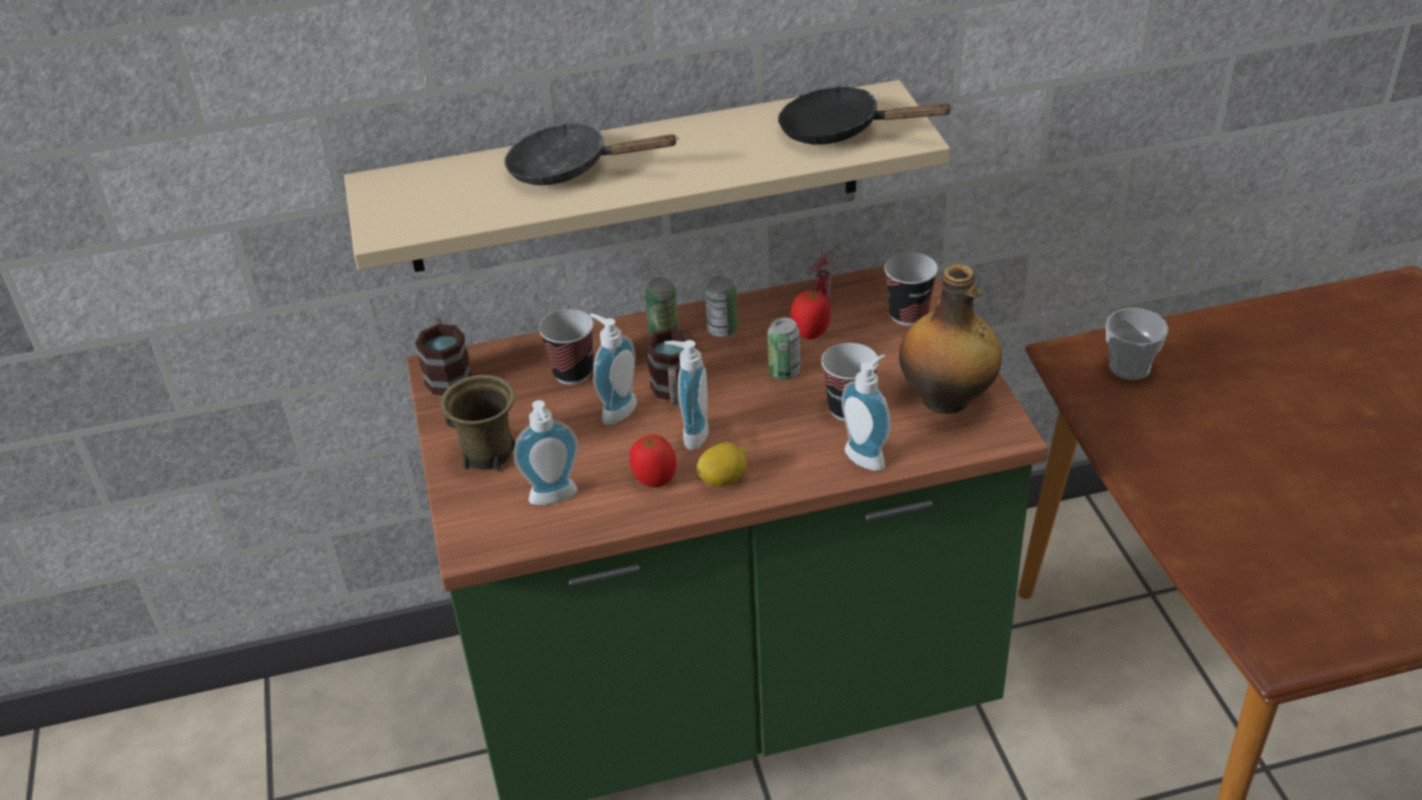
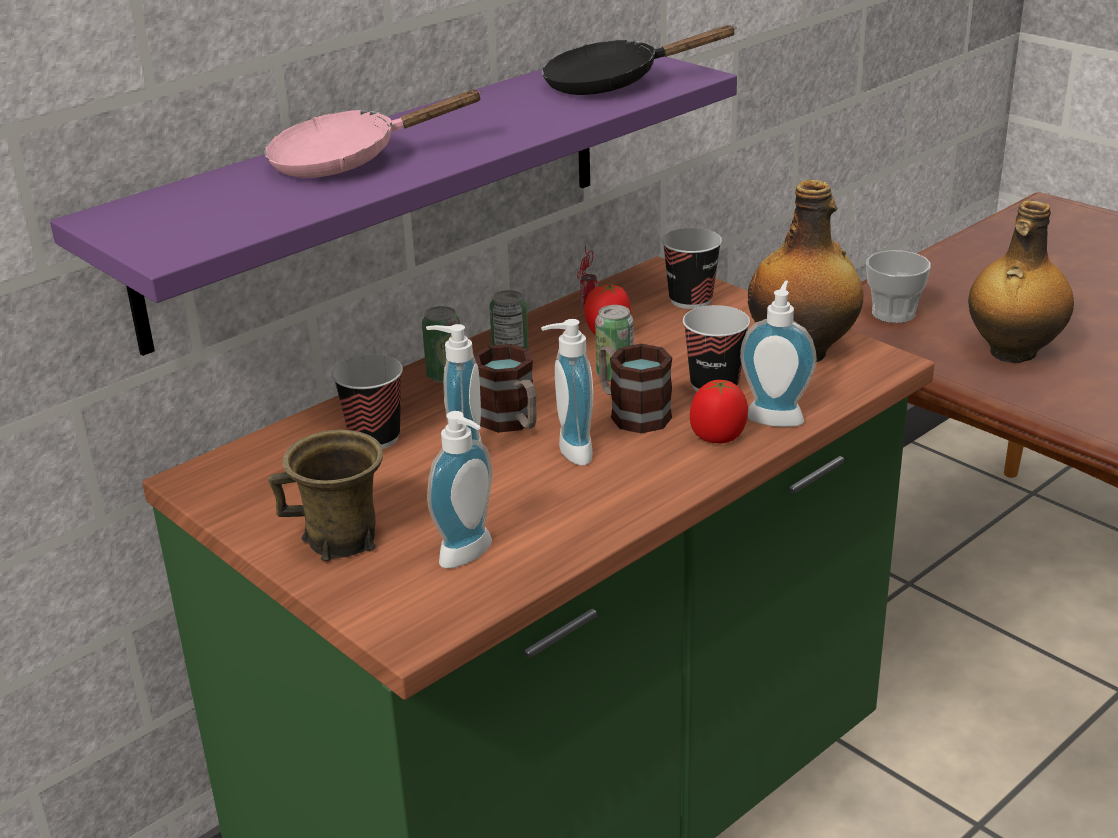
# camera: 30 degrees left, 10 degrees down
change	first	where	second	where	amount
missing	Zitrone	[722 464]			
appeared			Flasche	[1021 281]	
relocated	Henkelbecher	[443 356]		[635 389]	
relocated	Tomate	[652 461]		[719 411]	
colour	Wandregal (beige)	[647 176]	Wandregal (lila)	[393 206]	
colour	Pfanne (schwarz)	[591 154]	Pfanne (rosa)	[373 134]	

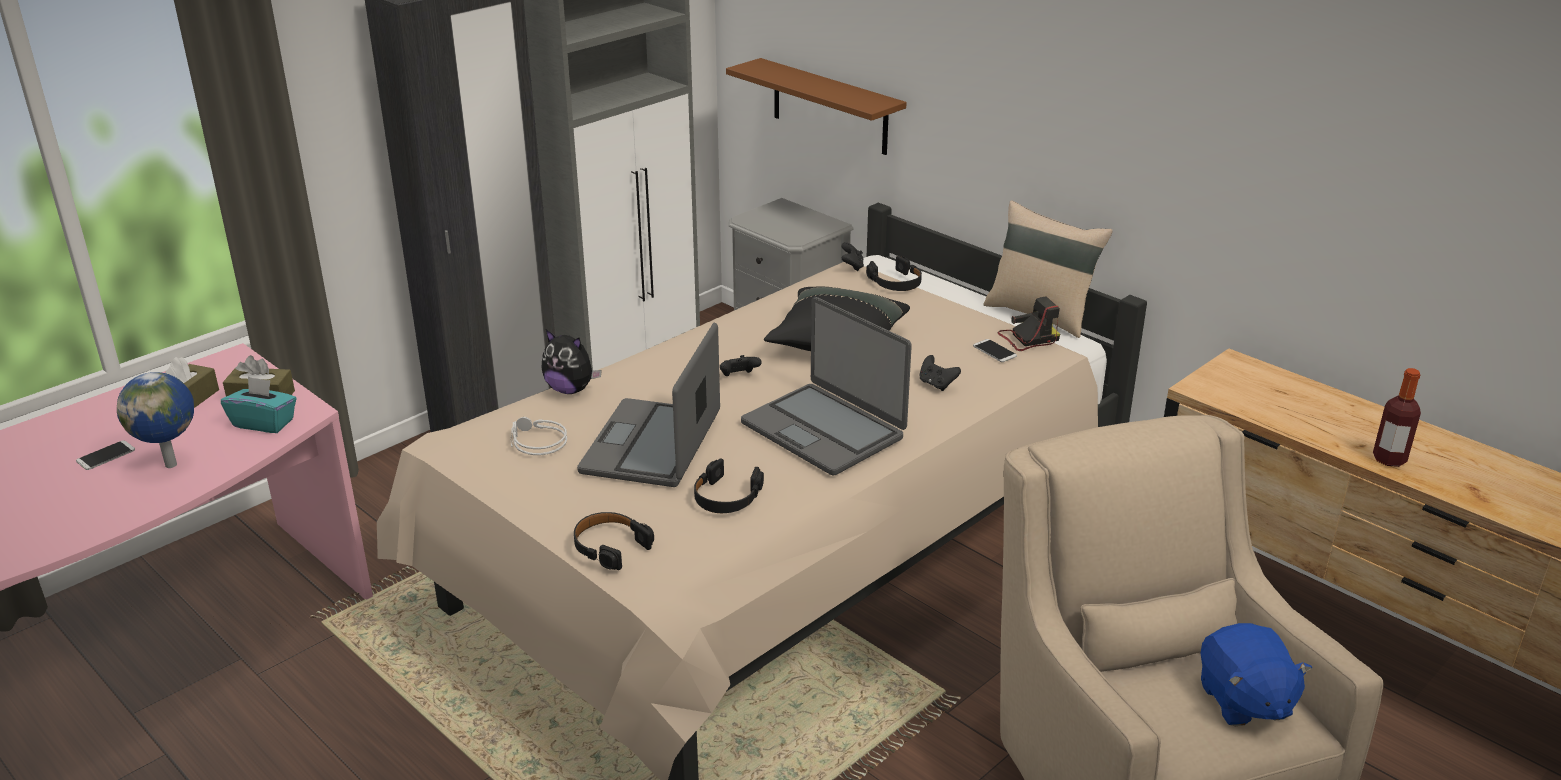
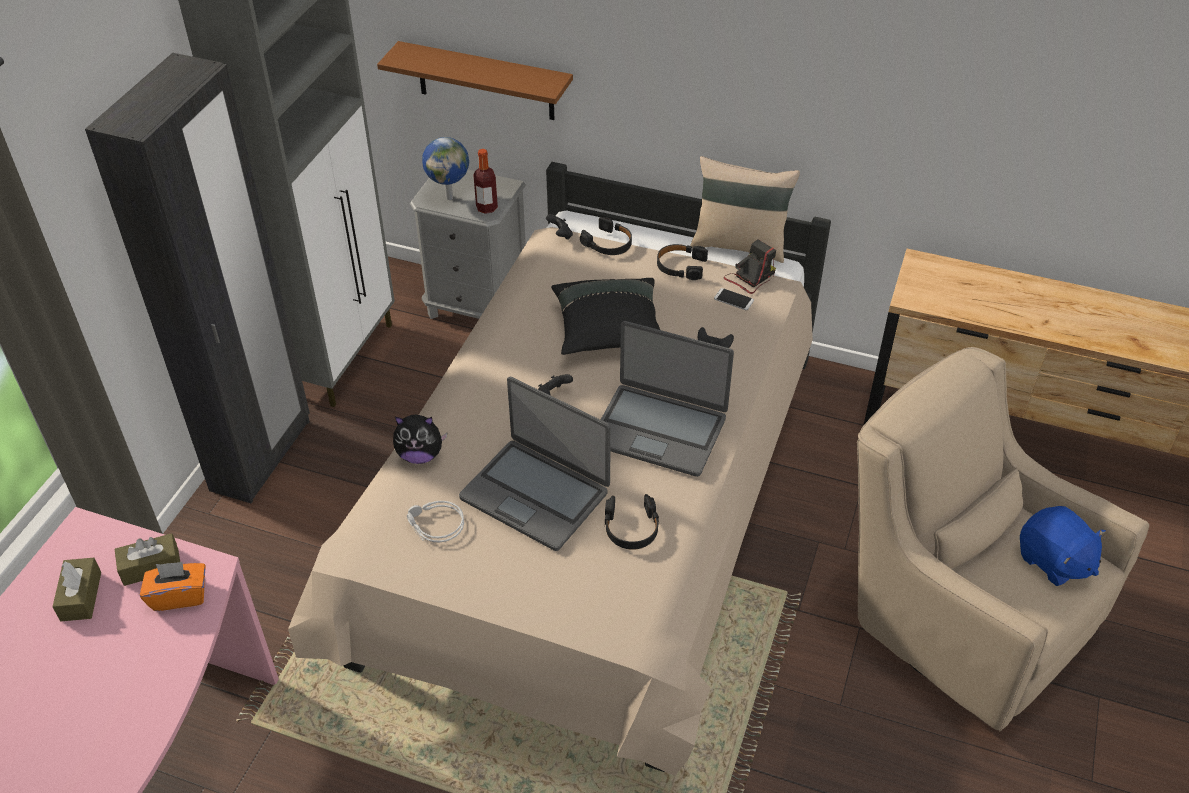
# camera: 25 degrees left, 15 degrees up
change	first	where	second	where	amount
missing	Handy	[105 455]			
relocated	Globus	[155 420]		[445 168]	
relocated	Kopfhörer (schwarz)	[614 541]		[682 262]	
relocated	Flasche	[1397 417]		[485 181]	
colour	Taschentuchbox (türkis)	[259 404]	Taschentuchbox (orange)	[173 586]	
spun	Laptop	[648 405]		[535 464]	45 degrees counterclockwise

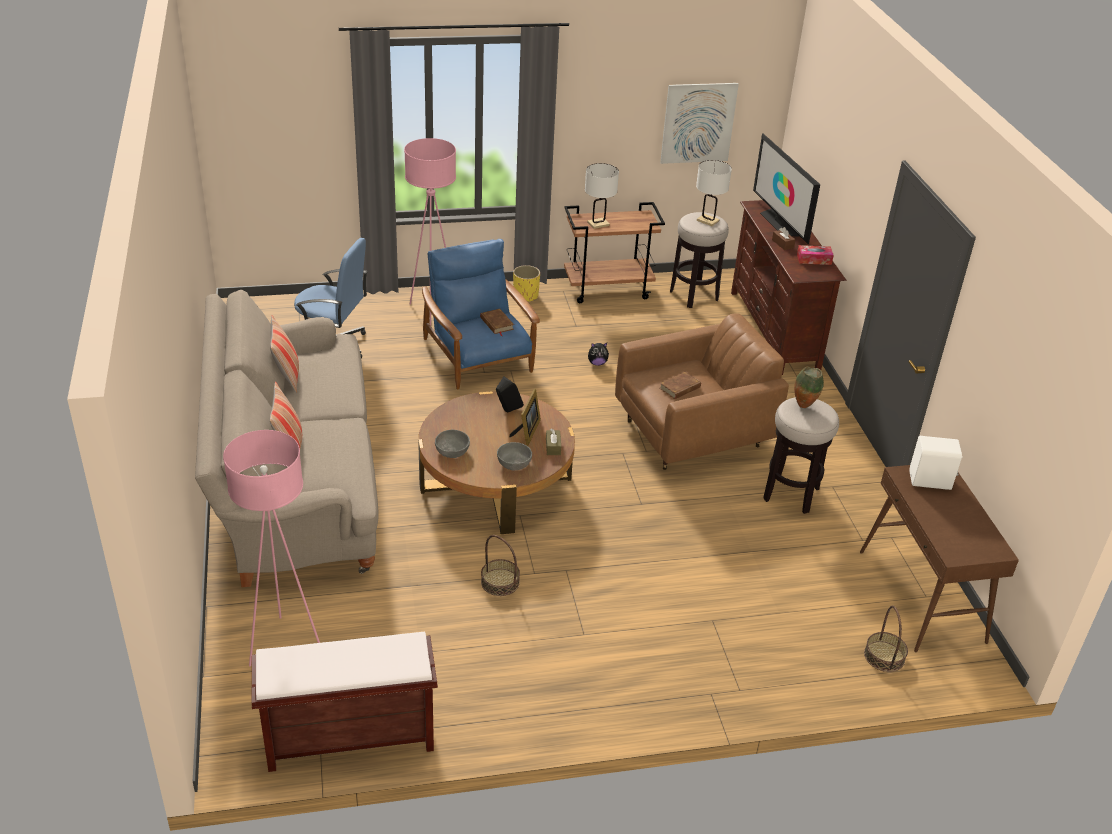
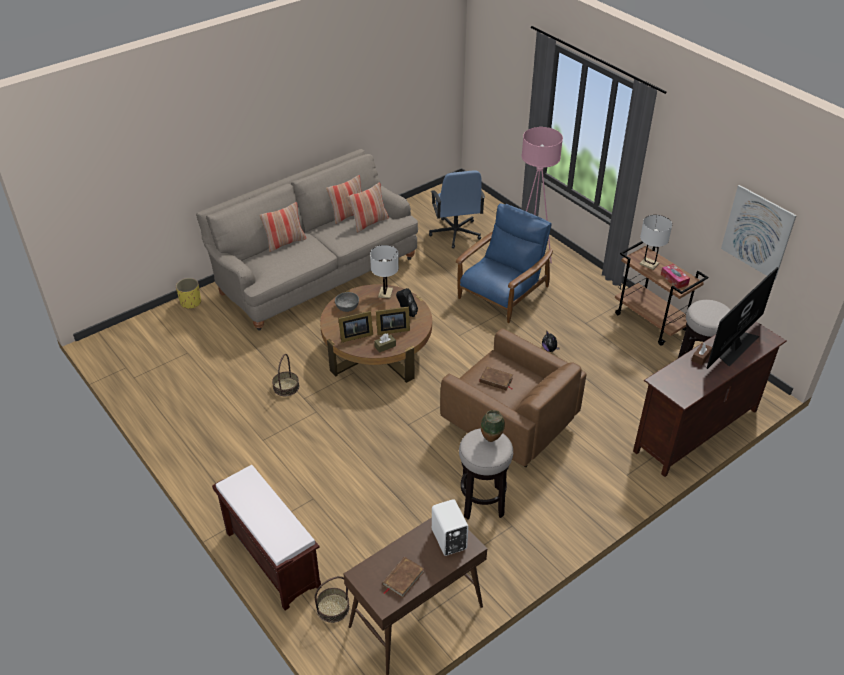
# camera: 65 degrees right, 5 degrees up
change	first	where	second	where	amount
missing	Stehlampe (rosa)	[271 548]			
appeared			Kissen	[368 208]	
relocated	Bank (braun)	[345 702]		[266 537]	
relocated	Buch (braun)	[497 322]		[403 577]	
relocated	Pflanzkübel (gelb)	[526 283]		[188 293]	
relocated	Tischlampe (weiß)	[714 193]		[384 272]	
relocated	Taschentuchbox	[815 255]		[675 276]	
exchanged	Schüssel (grau)	[514 456]	Bilderrahmen	[355 326]	

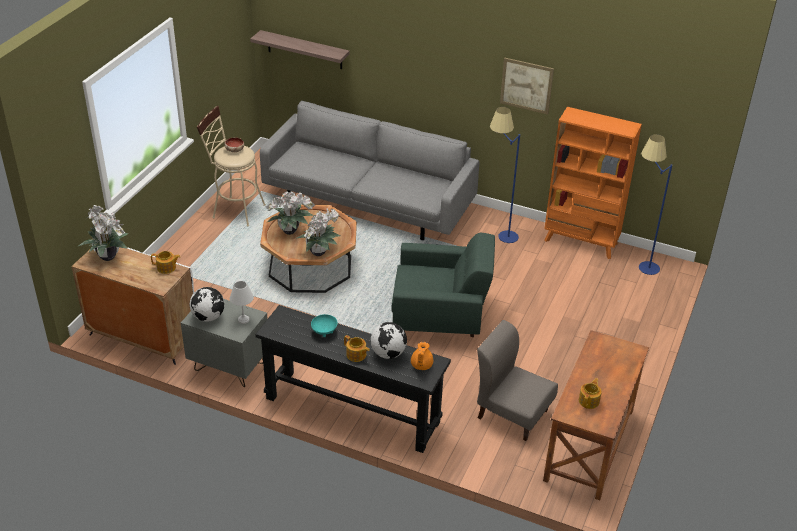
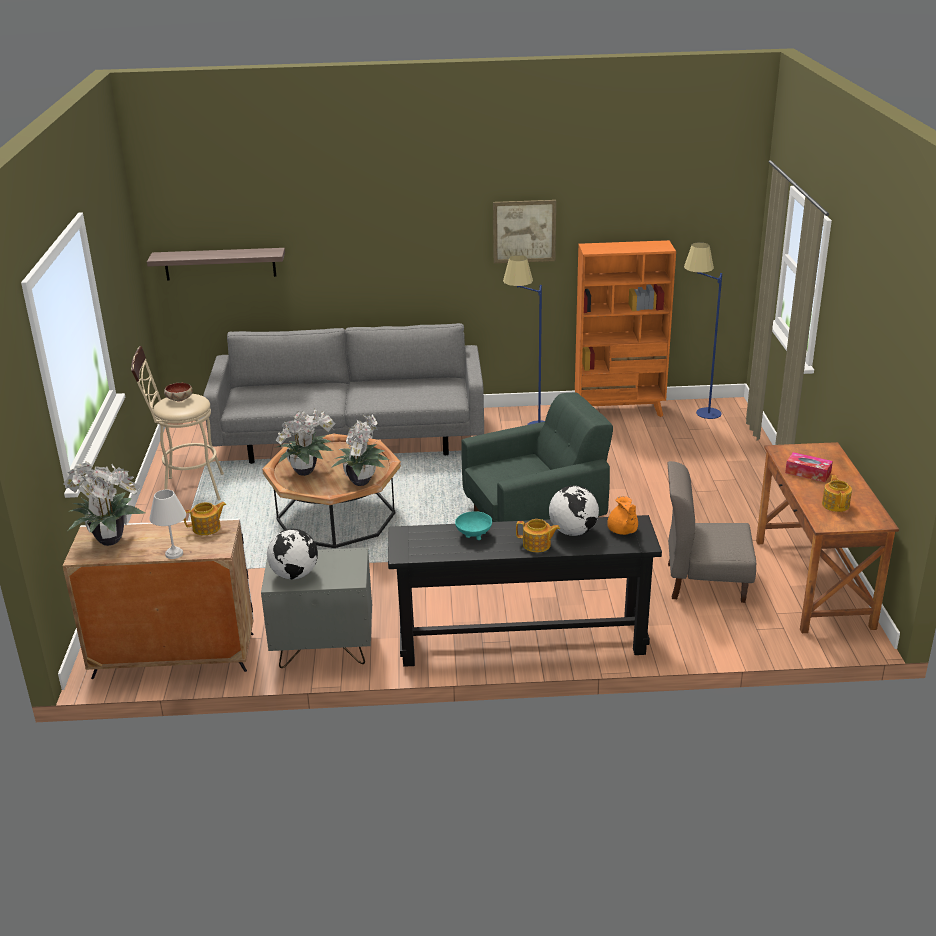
# camera: 25 degrees left, 10 degrees down
change	first	where	second	where	amount
appeared			Taschentuchbox	[809 467]	
relocated	Tischlampe (weiß)	[242 302]		[167 524]	

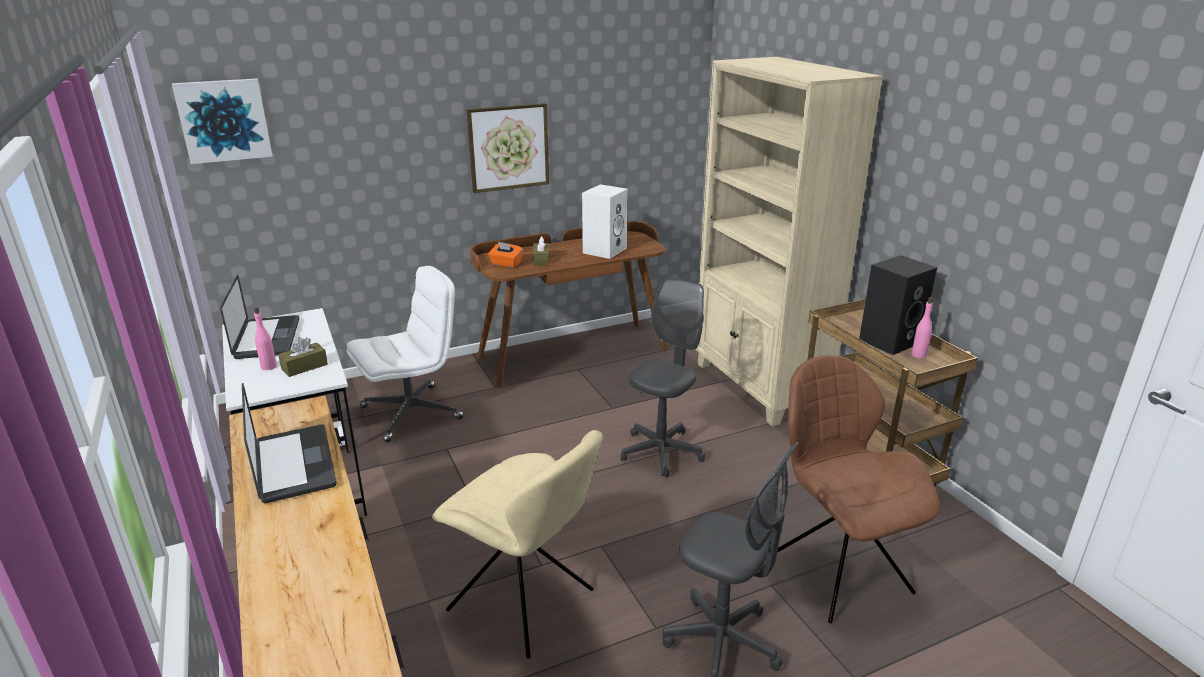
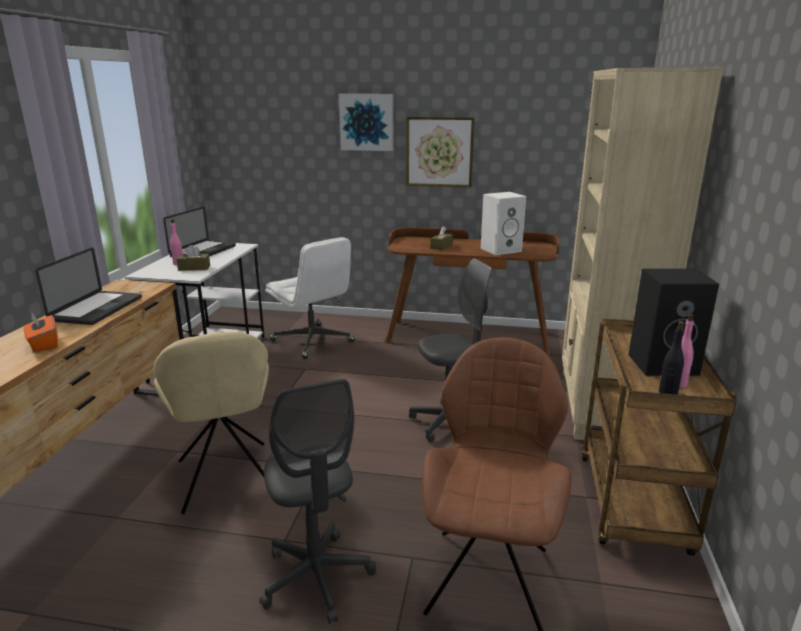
# camera: 35 degrees right, 5 degrees down
change	first	where	second	where	amount
appeared			Flasche (schwarz)	[671 358]	
relocated	Bild	[222 121]		[366 122]	
relocated	Taschentuchbox (orange)	[505 255]		[41 332]	
spun	Bürostuhl (weiß)	[405 354]		[310 298]	45 degrees clockwise

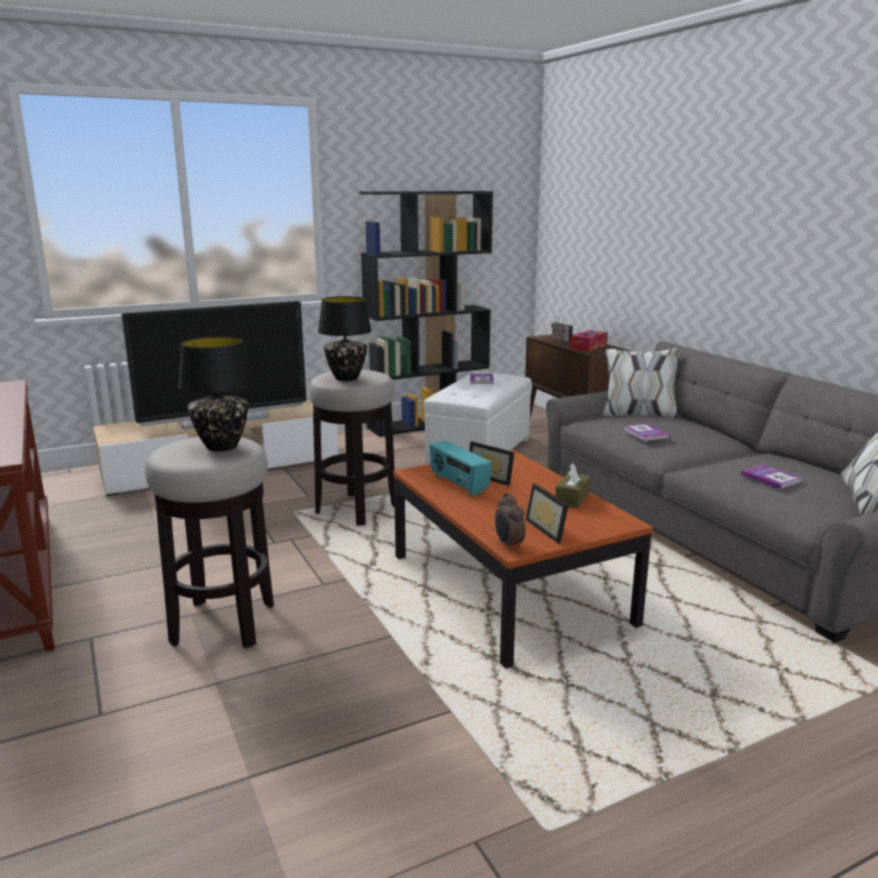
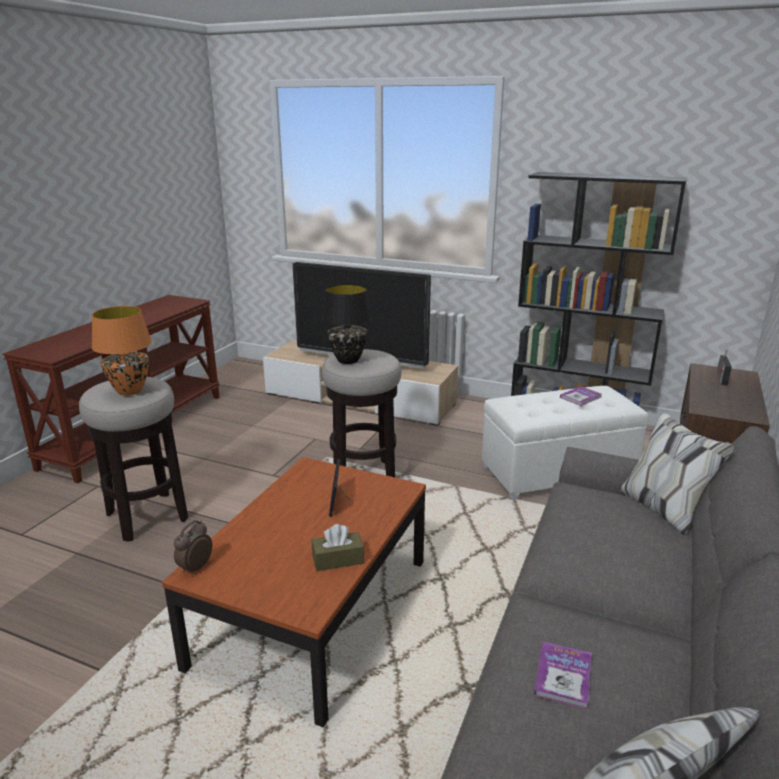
# camera: 50 degrees right, 5 degrees up
change	first	where	second	where	amount
missing	Radio	[461 468]			
missing	Bilderrahmen	[546 513]			
missing	Taschentuchbox	[589 341]			
missing	Buch	[647 432]			
colour	Tischlampe (schwarz)	[216 394]	Tischlampe (orange)	[122 351]	

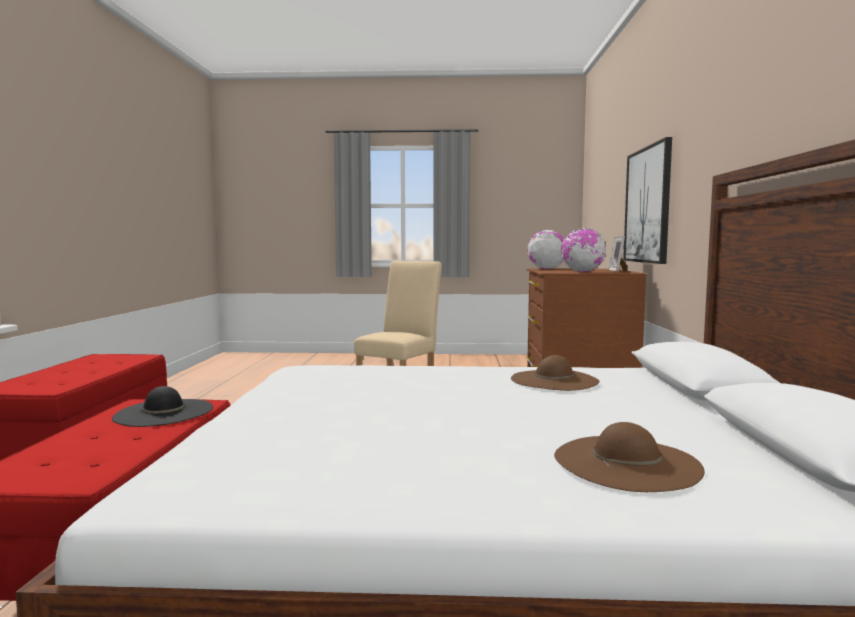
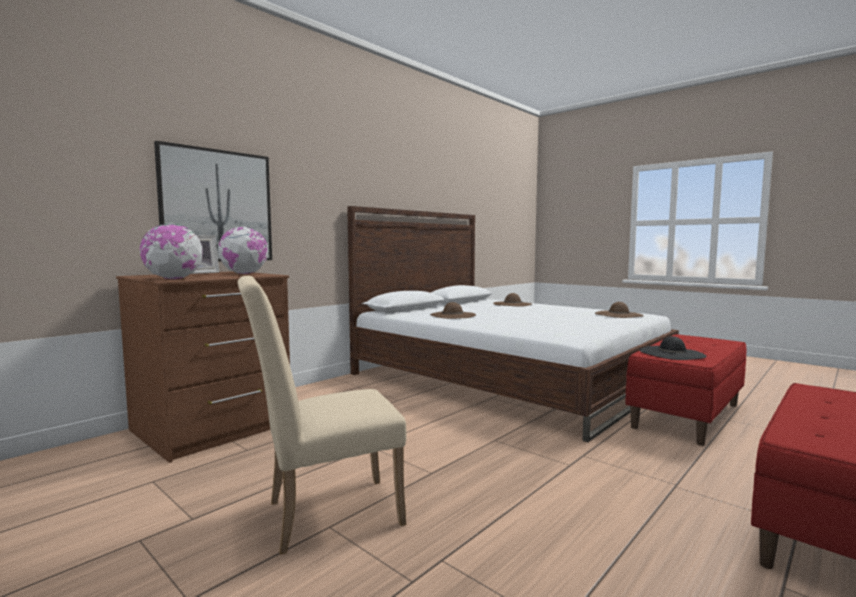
# camera: 140 degrees left, 0 degrees up
change	first	where	second	where	amount
appeared			Hut (braun)	[619 310]	

